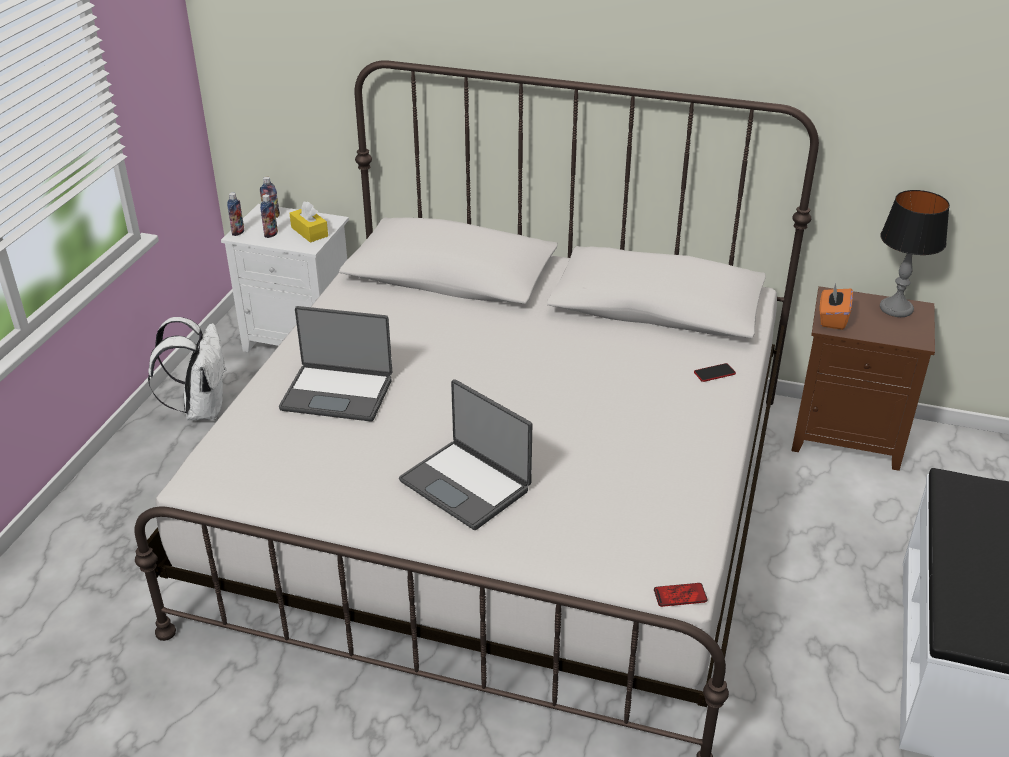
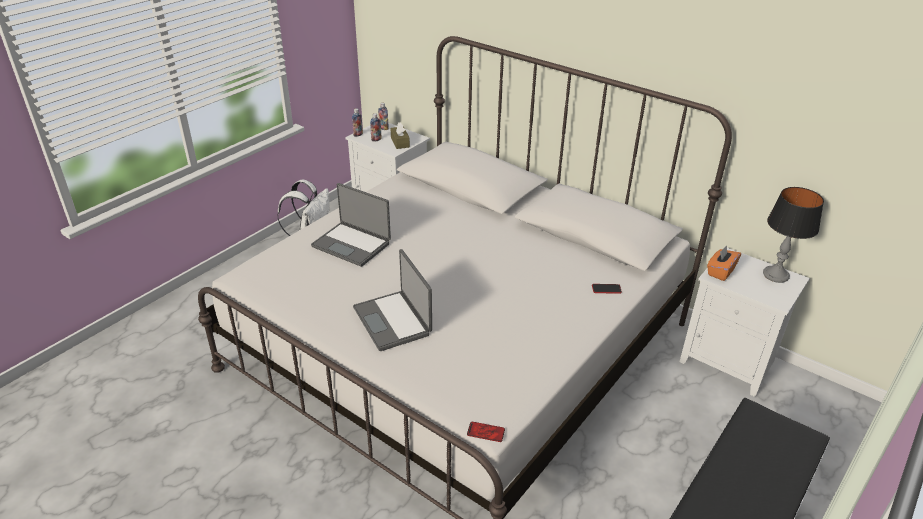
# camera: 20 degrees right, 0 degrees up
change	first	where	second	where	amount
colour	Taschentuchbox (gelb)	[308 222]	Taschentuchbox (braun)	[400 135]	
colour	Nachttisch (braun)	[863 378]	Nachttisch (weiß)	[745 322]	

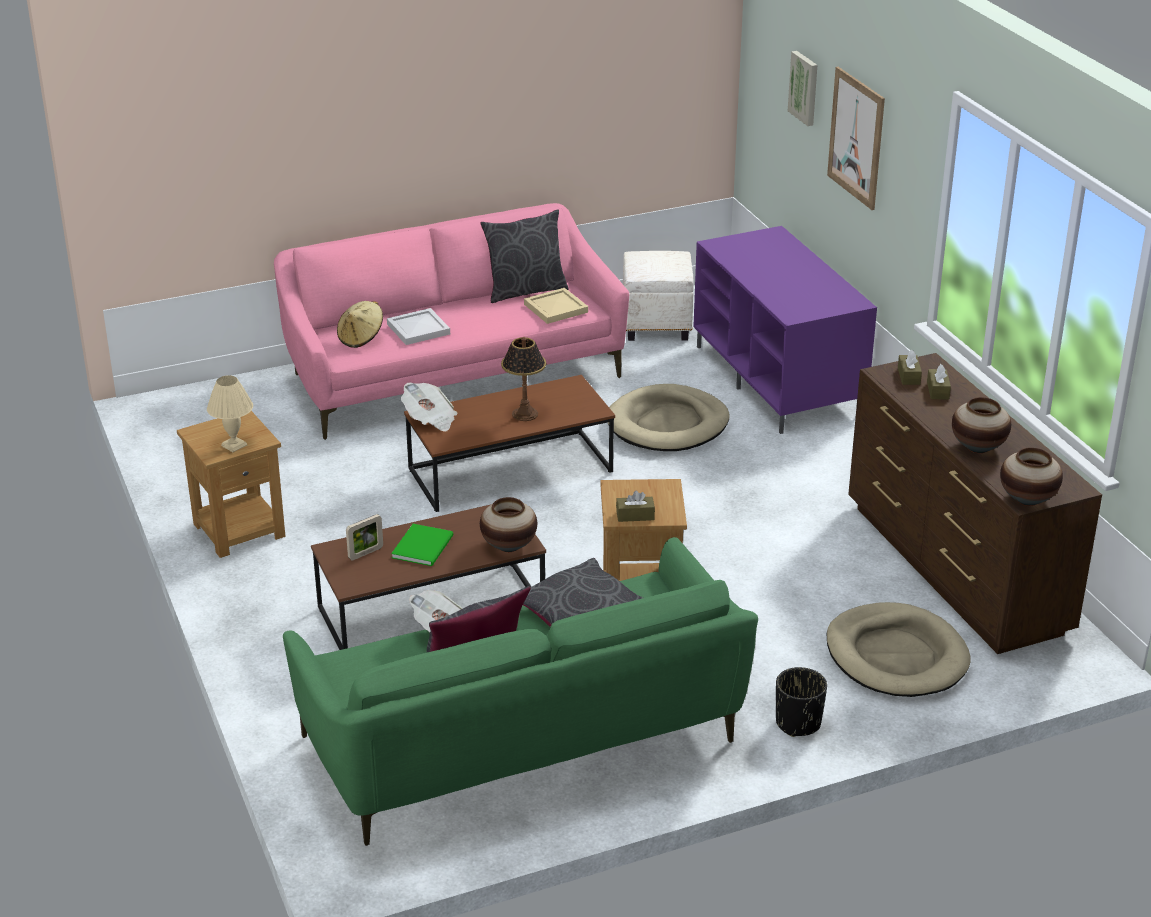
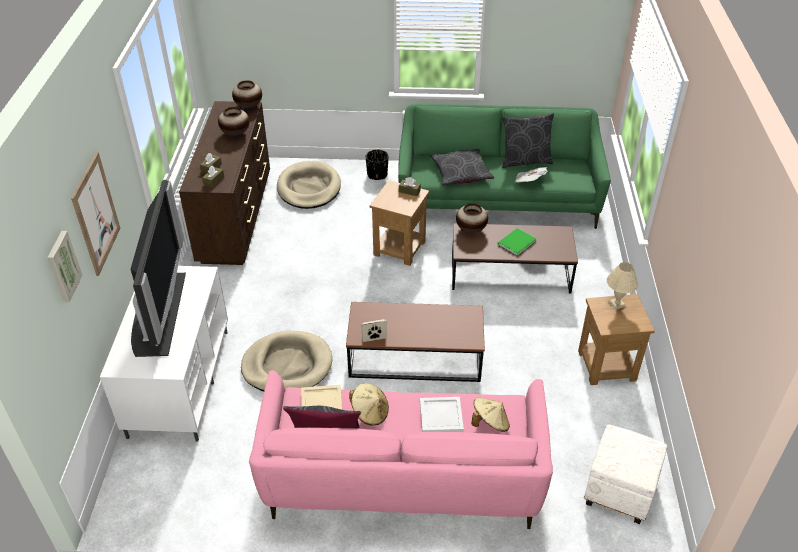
# camera: 155 degrees left, 10 degrees up
change	first	where	second	where	amount
missing	Zeitung	[429 406]			
missing	Tischlampe	[523 379]			
appeared			Fernseher	[158 268]	
appeared			Hut (beige)	[369 404]	
relocated	Bilderrahmen	[364 537]		[374 330]	
relocated	Polsterhocker (weiß)	[658 296]		[626 474]	
colour	Fernsehschrank (lila)	[785 330]	Fernsehschrank (weiß)	[164 354]	

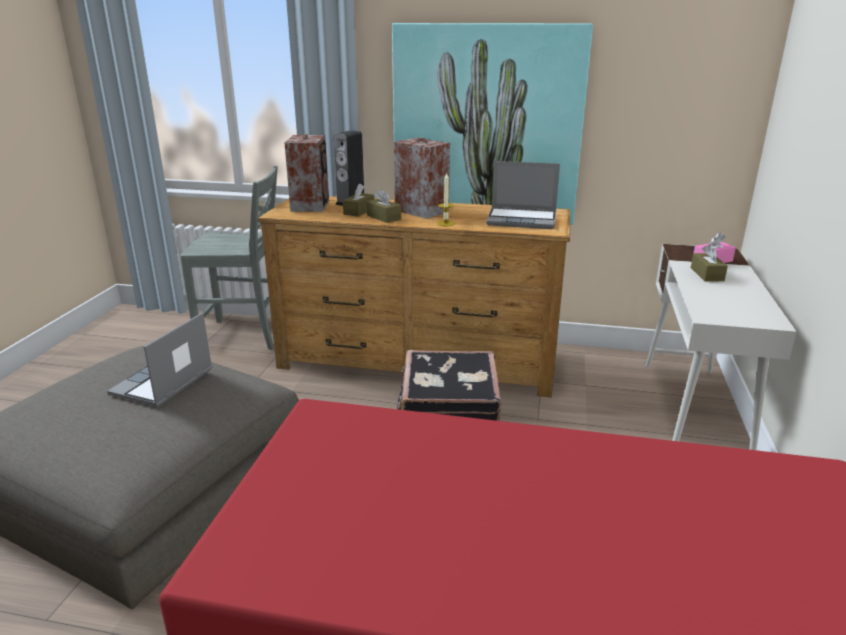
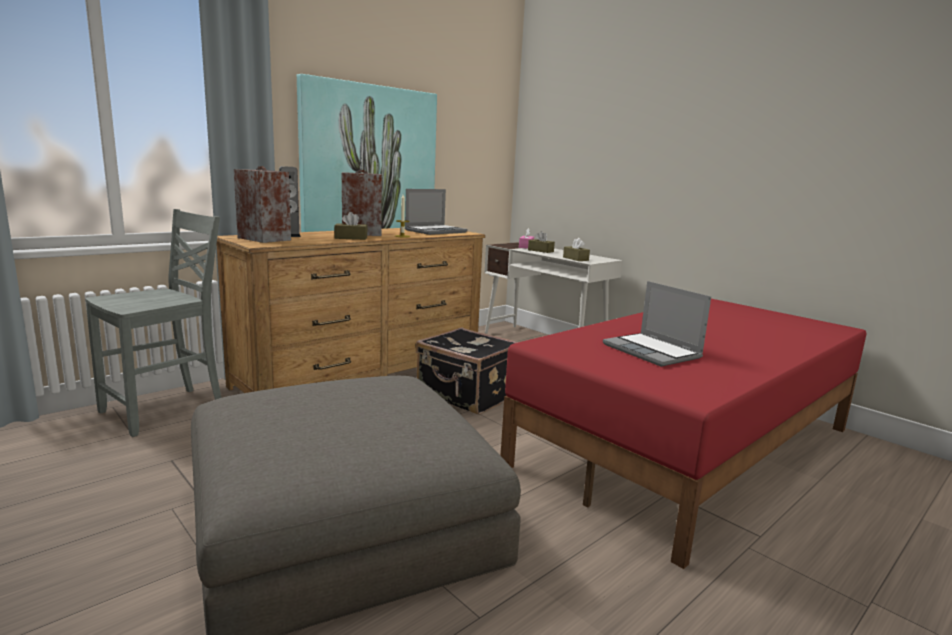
# camera: 55 degrees left, 10 degrees down
change	first	where	second	where	amount
relocated	Laptop	[159 359]		[657 324]	
relocated	Taschentuchbox (braun)	[358 200]		[576 249]	

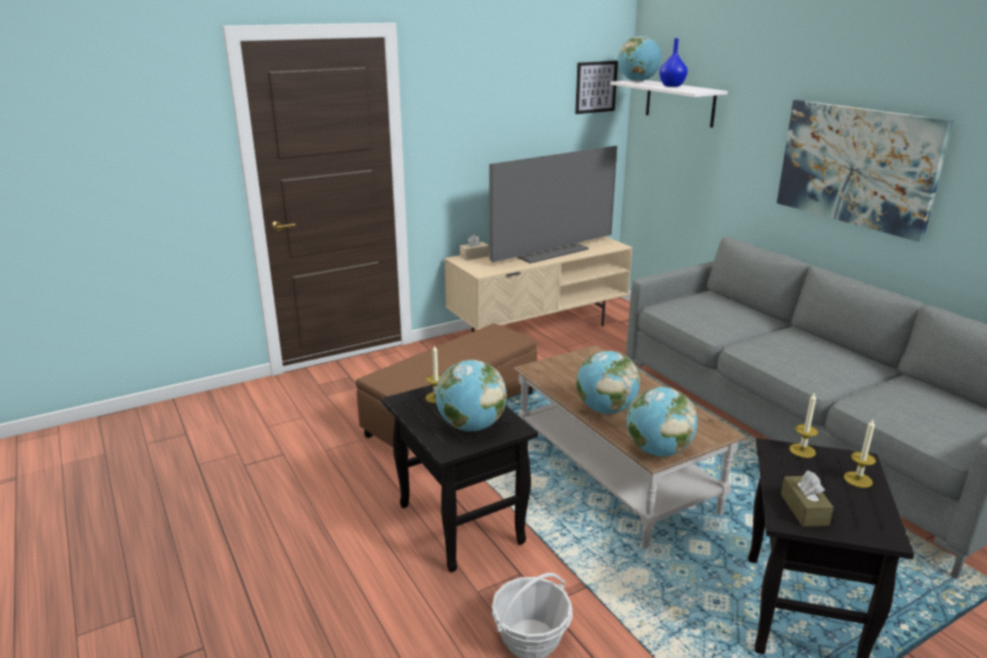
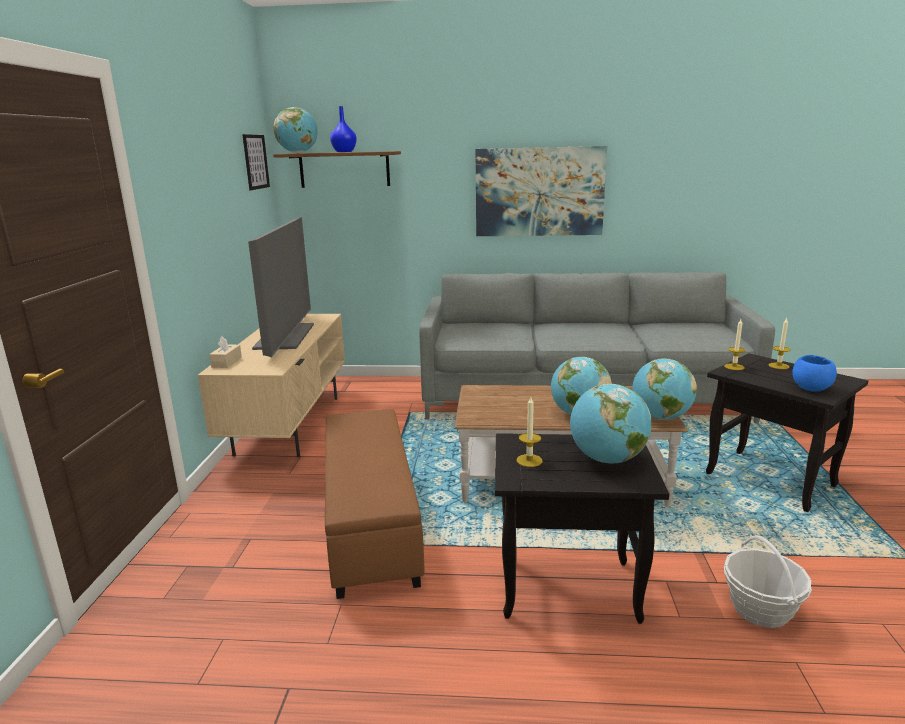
# camera: 55 degrees left, 5 degrees down
change	first	where	second	where	amount
exchanged	Taschentuchbox (braun)	[807 498]	Schüssel (blau)	[814 373]	
colour	Wandregal (weiß)	[669 104]	Wandregal (braun)	[337 169]	

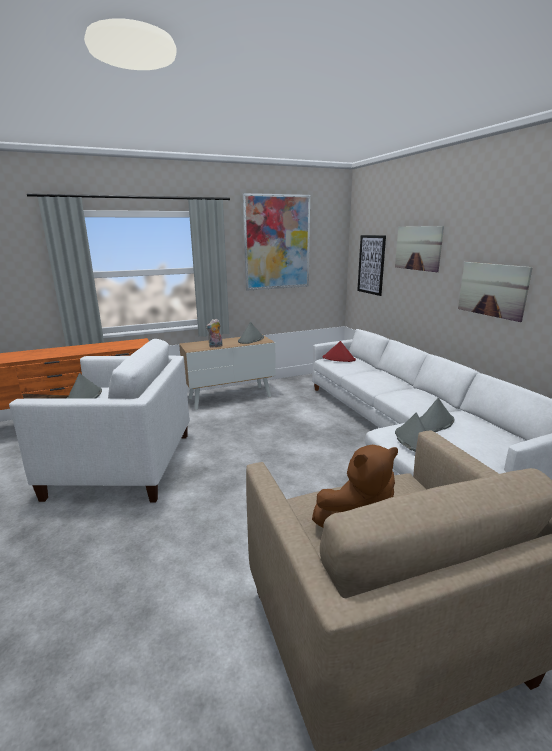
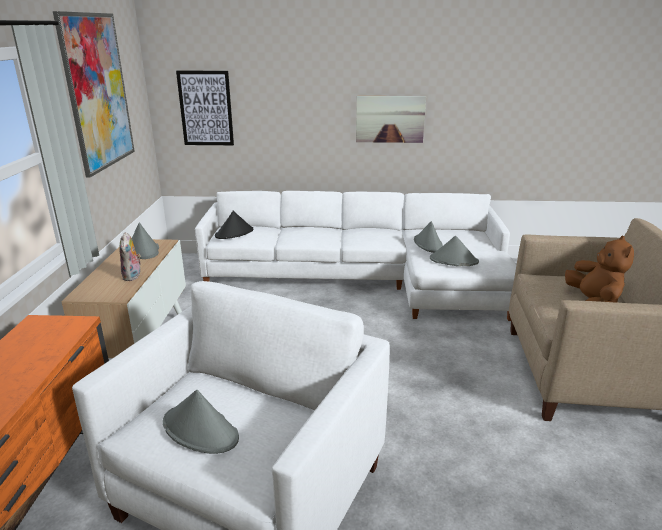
# camera: 65 degrees left, 5 degrees up
change	first	where	second	where	amount
missing	Bild	[419 249]			
colour	Hut (rot)	[339 351]	Hut (schwarz)	[234 225]	

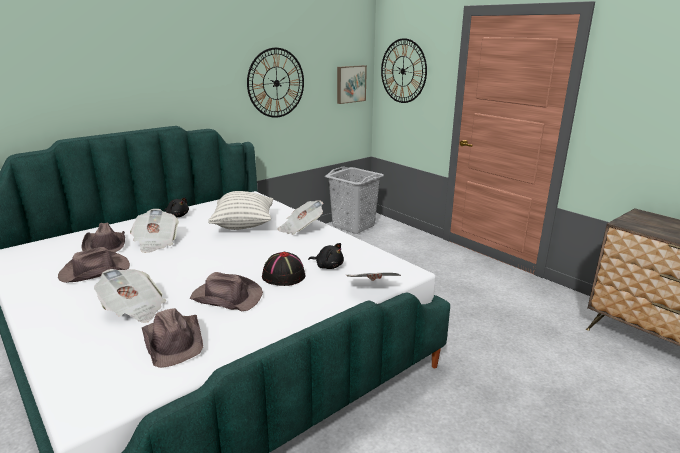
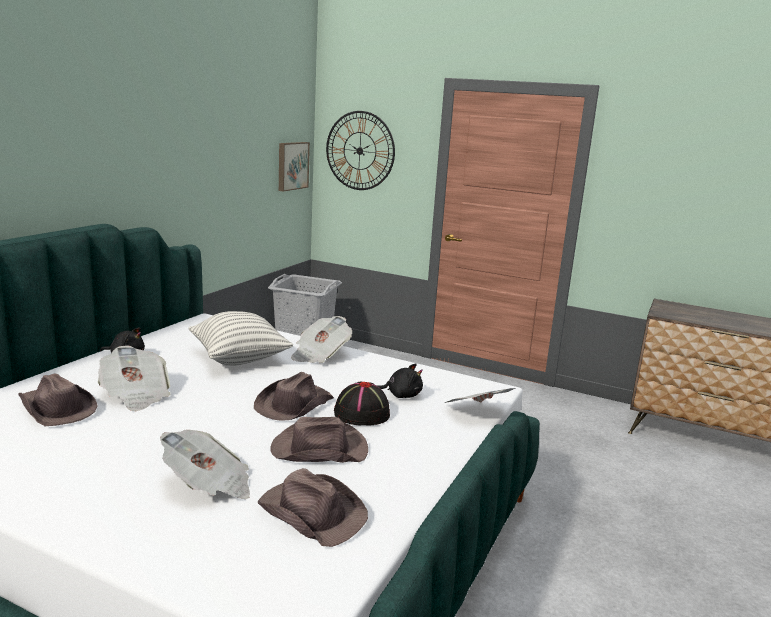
# camera: 25 degrees left, 5 degrees down
change	first	where	second	where	amount
missing	Wanduhr	[275 83]			
relocated	Hut (braun)	[94 265]		[294 396]	

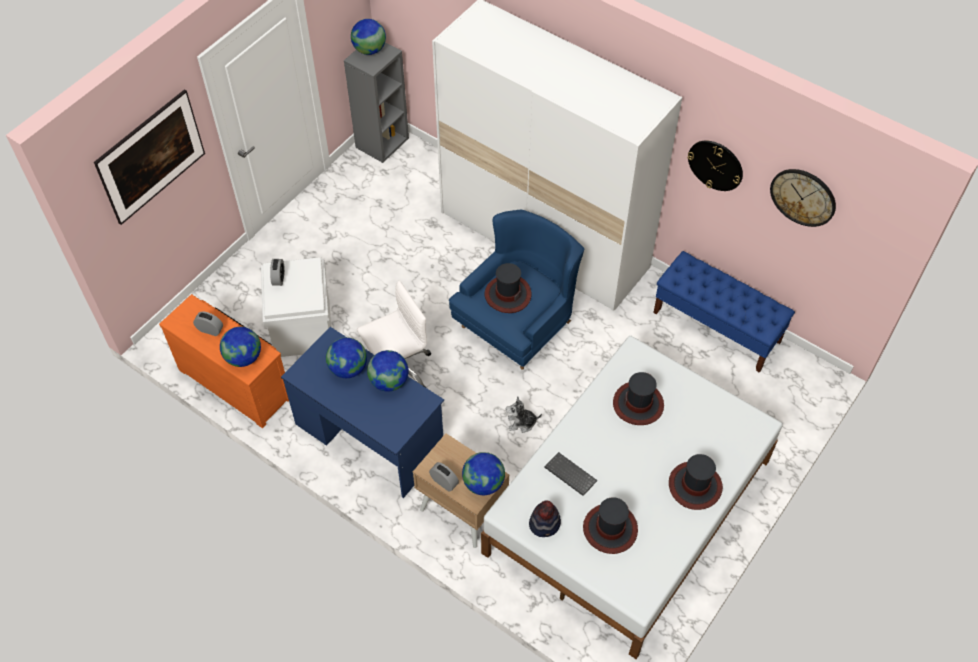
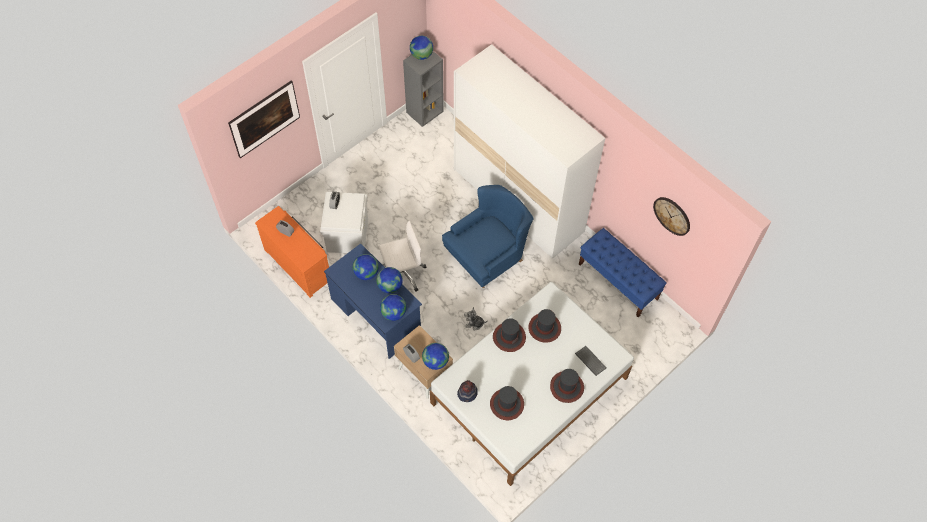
# camera: 10 degrees right, 5 degrees up
change	first	where	second	where	amount
missing	Wanduhr	[715 166]			
relocated	Globus	[240 347]		[393 307]	
relocated	Hut	[508 288]		[509 335]	
relocated	Tastatur	[570 474]		[590 361]	

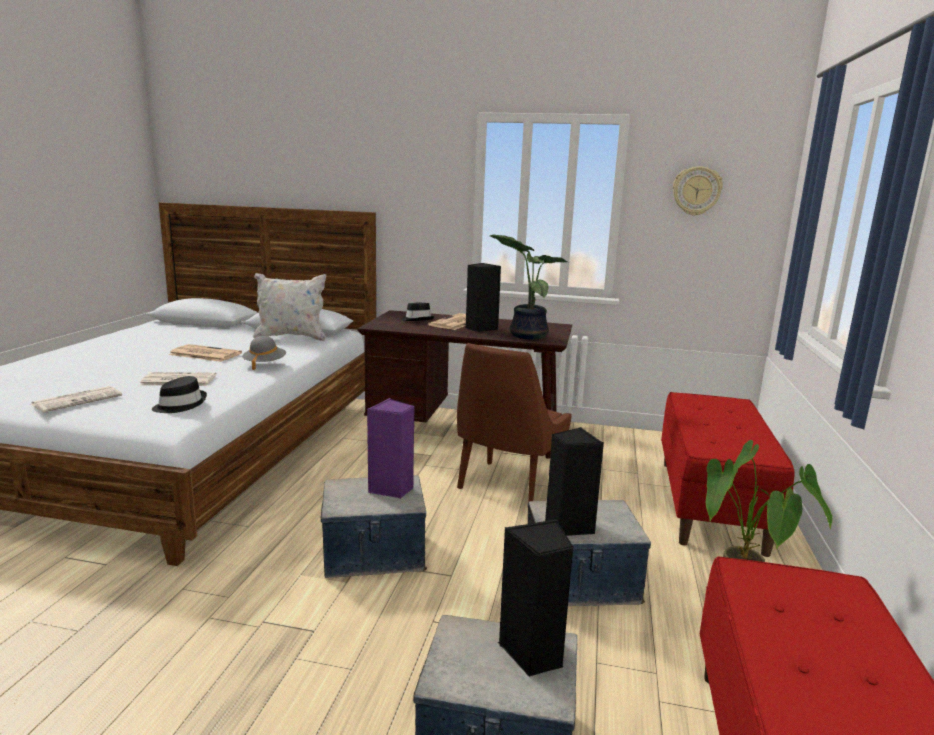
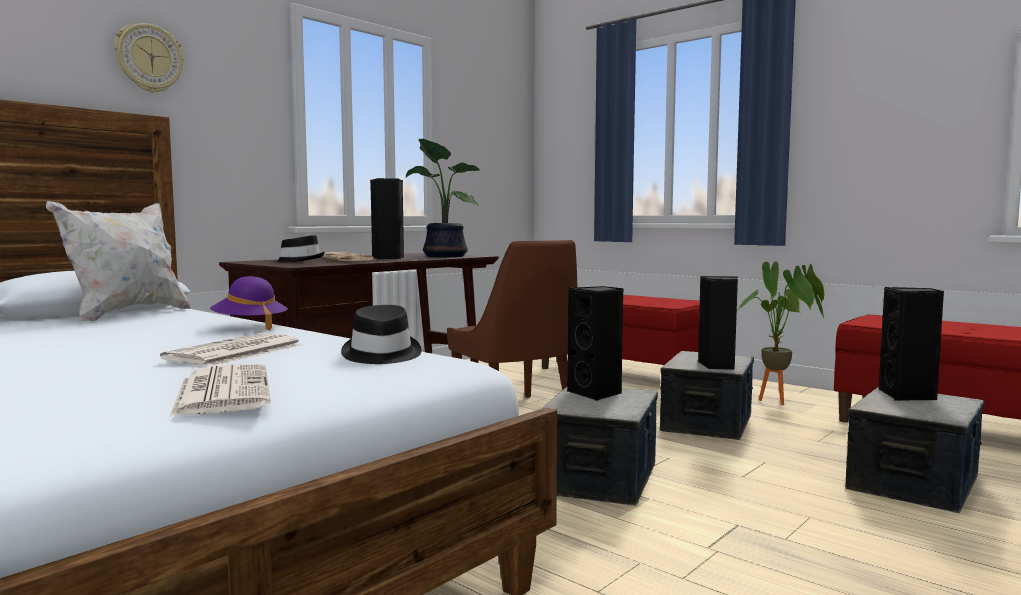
# camera: 60 degrees left, 10 degrees down
change	first	where	second	where	amount
missing	Zeitung	[205 353]			
relocated	Wanduhr	[698 191]		[149 58]	
colour	Hut (grau)	[264 353]	Hut (lila)	[249 303]	
colour	Lautsprecher (lila)	[391 448]	Lautsprecher (schwarz)	[595 343]	

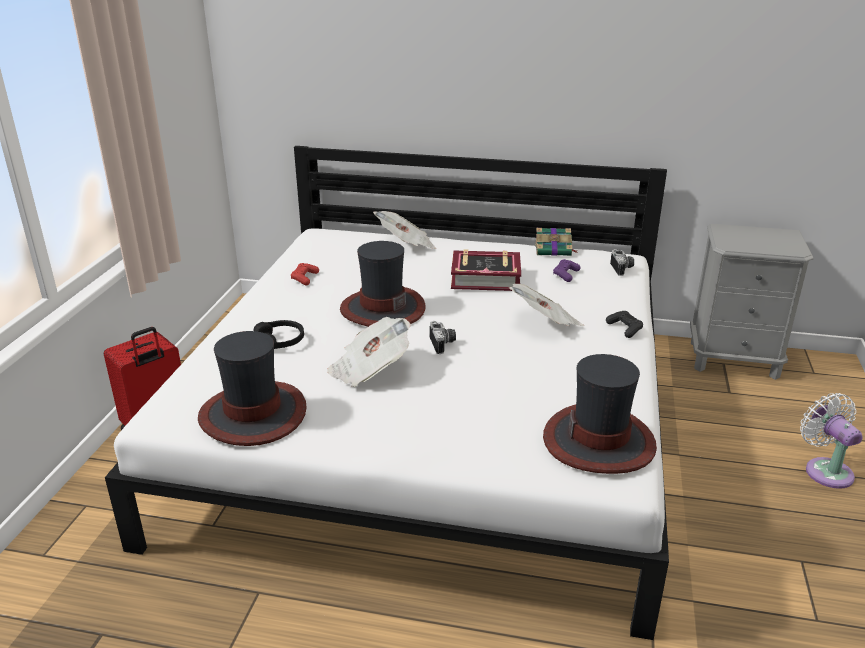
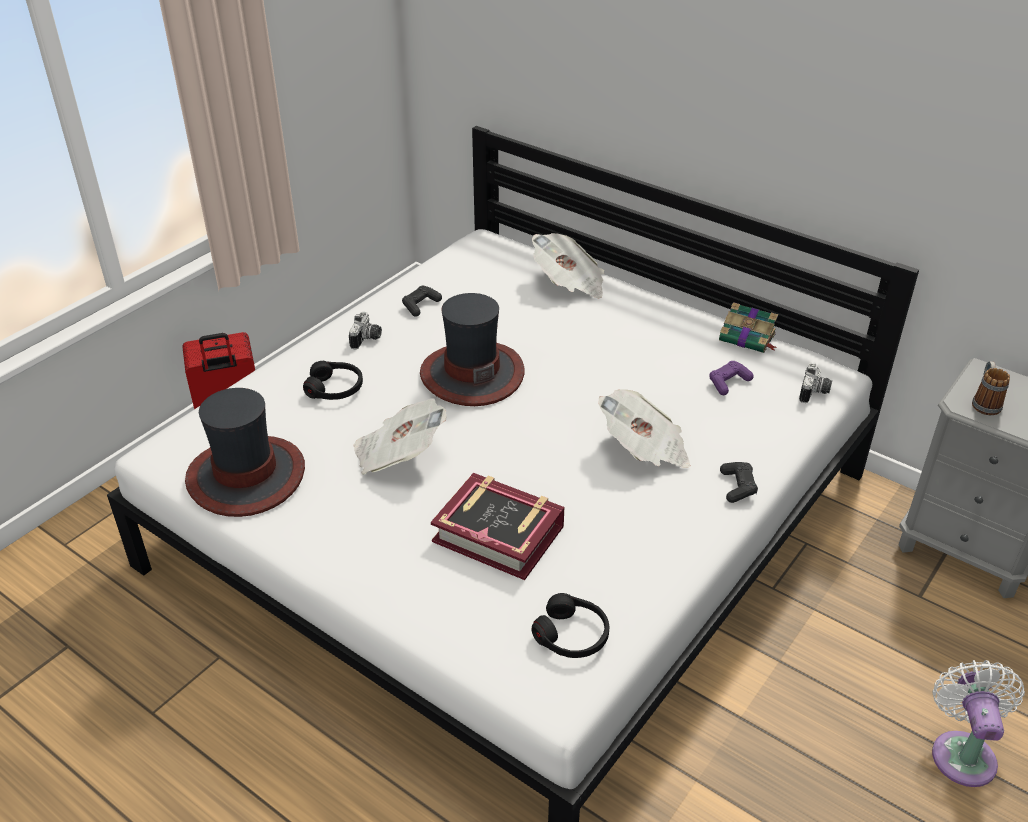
# camera: 25 degrees right, 10 degrees up
change	first	where	second	where	amount
appeared			Henkelbecher	[991 388]	
relocated	Kamera	[443 337]		[365 331]	
relocated	Buch	[486 270]		[497 526]	
exchanged	Hut	[600 414]	Kopfhörer (schwarz)	[570 625]	
colour	Gamepad (rot)	[305 274]	Gamepad (schwarz)	[422 301]	

